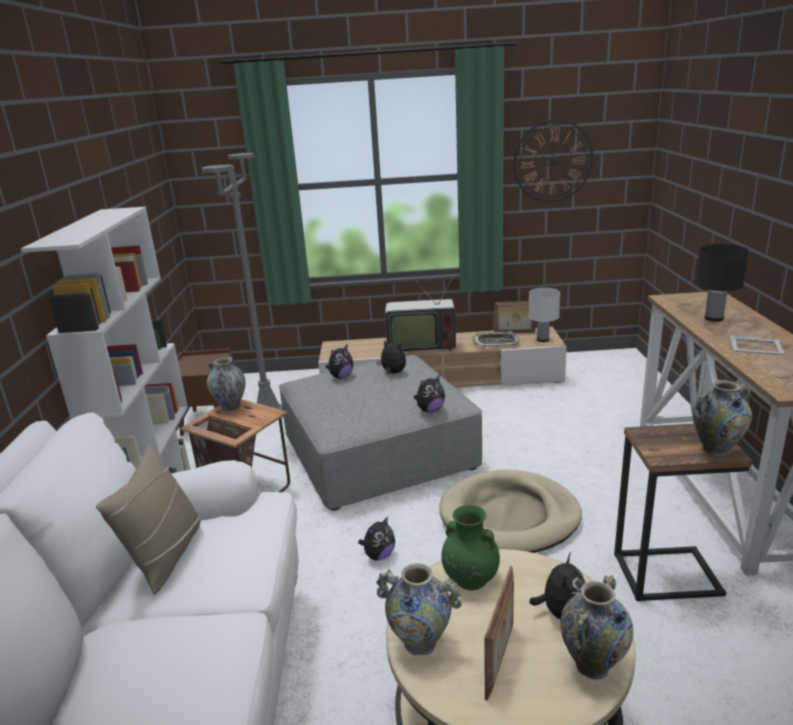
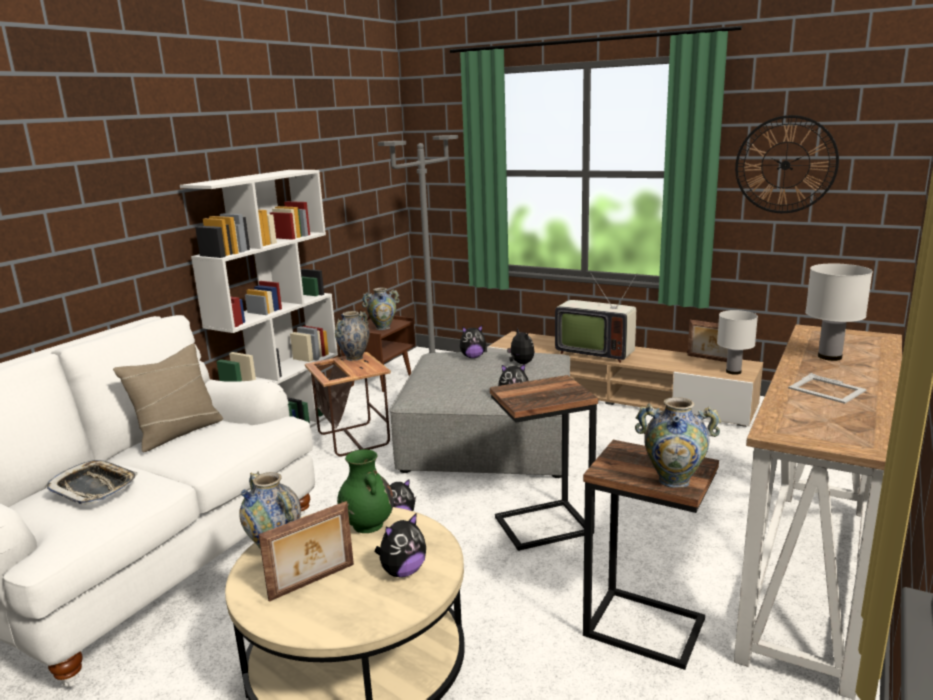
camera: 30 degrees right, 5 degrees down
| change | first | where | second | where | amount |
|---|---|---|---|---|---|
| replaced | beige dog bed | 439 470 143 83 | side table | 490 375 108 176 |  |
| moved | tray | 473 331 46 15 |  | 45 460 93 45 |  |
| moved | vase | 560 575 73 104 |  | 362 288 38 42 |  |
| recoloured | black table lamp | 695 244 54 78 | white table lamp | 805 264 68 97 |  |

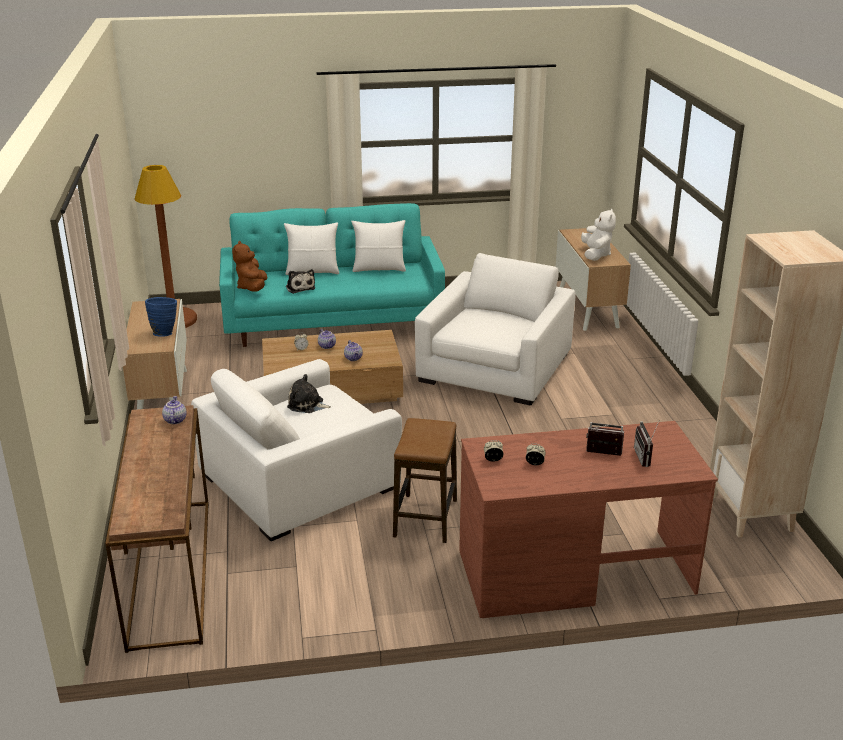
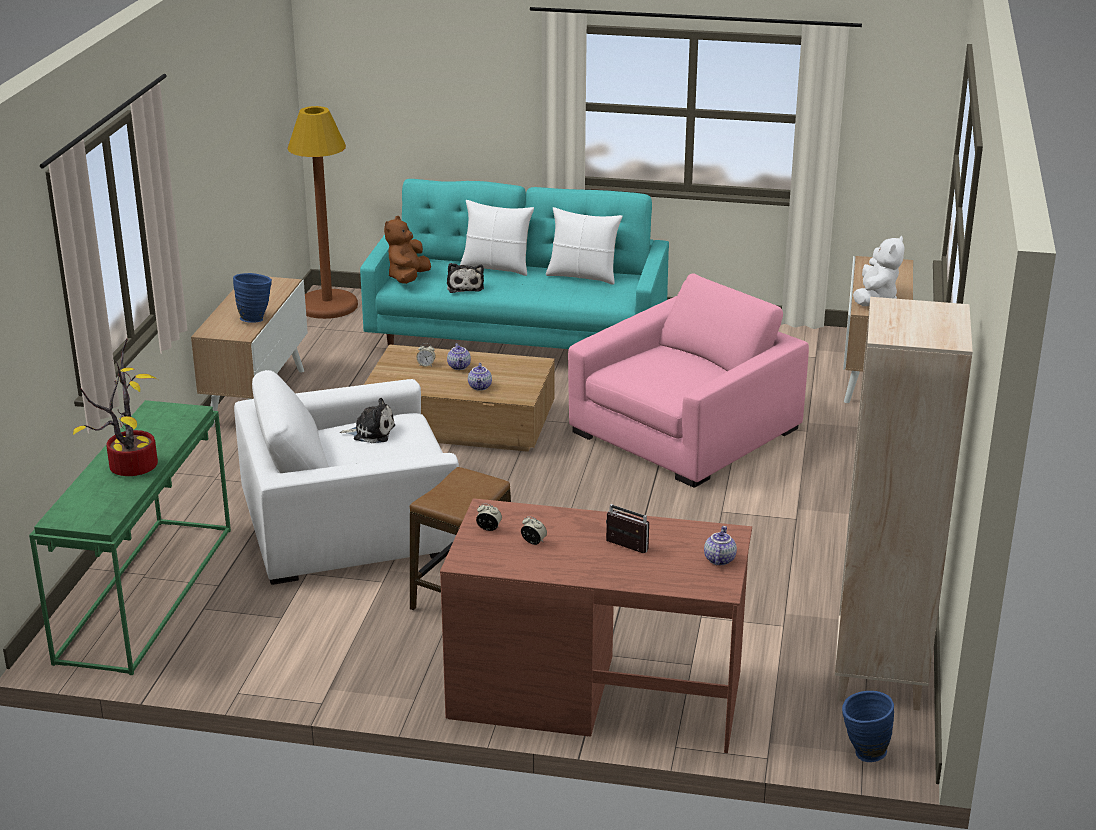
camera: 20 degrees right, 0 degrees up
| change | first | where | second | where | amount |
|---|---|---|---|---|---|
| recoloured | brown console table | 105 405 104 248 | green console table | 29 400 202 275 |  |
| moved | teapot | 162 396 25 28 |  | 704 526 33 39 |  |
| turned | plush toy | 287 374 45 39 |  | 340 398 55 45 | 150 degrees clockwise |
| recoloured | white armchair | 415 253 161 152 | pink armchair | 568 273 241 215 |  |
| removed | radio | 634 421 25 46 |  |  |  |
| added |  |  | potted plant | 73 339 85 137 |  |
| added |  |  | blue vase | 842 691 52 71 |  |

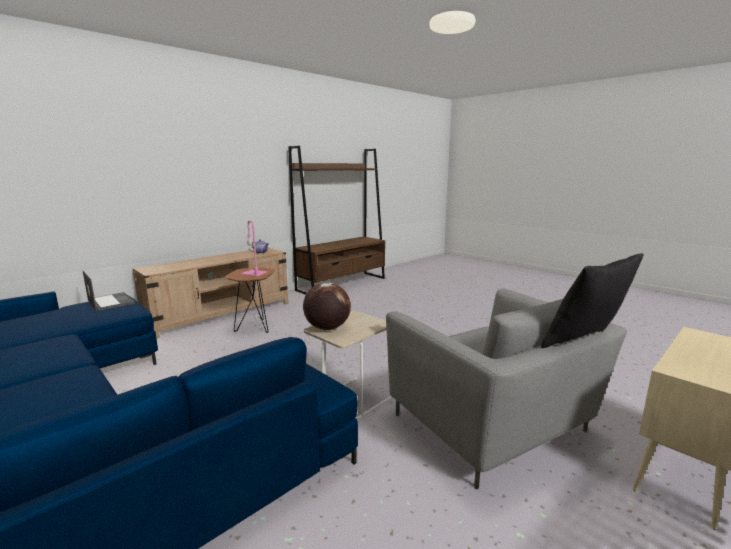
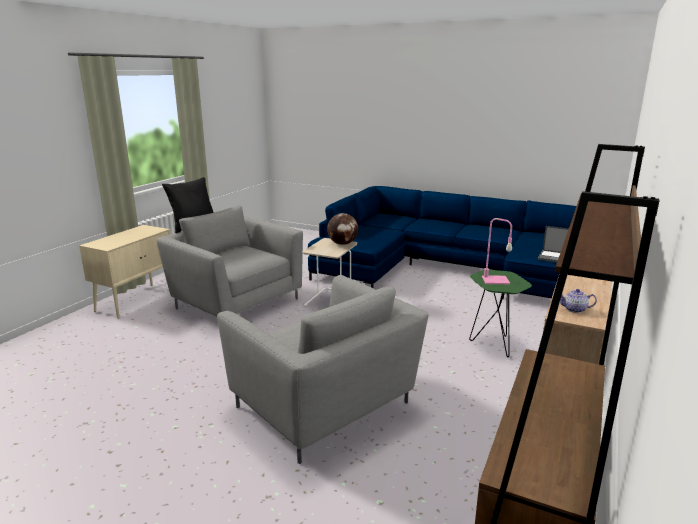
camera: 160 degrees right, 5 degrees up
| change | first | where | second | where | amount |
|---|---|---|---|---|---|
| recoloured | brown side table | 225 267 50 66 | green side table | 469 270 63 88 |  |
| added |  |  | grey armchair | 217 275 212 189 |  |

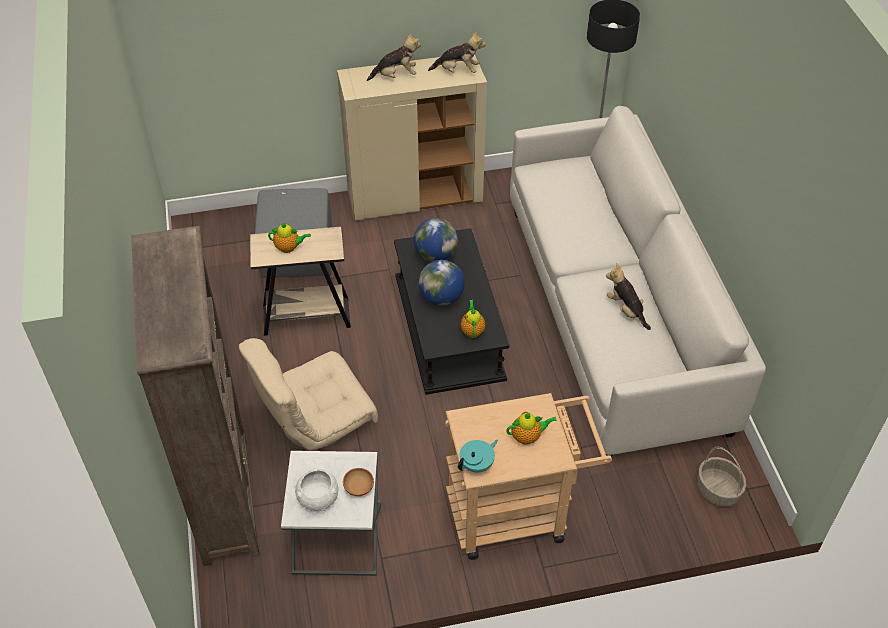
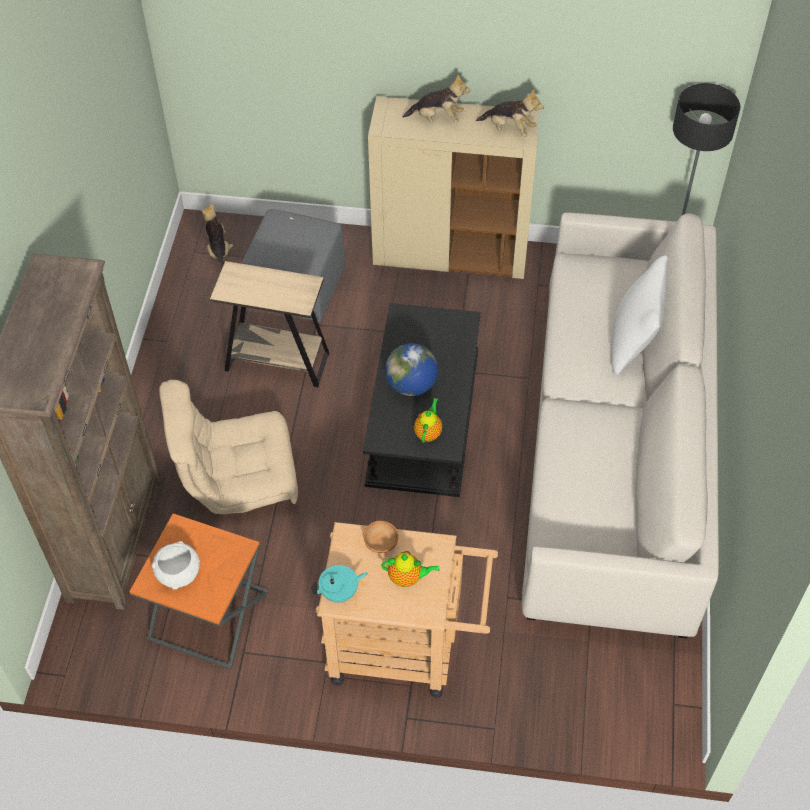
camera: 20 degrees right, 5 degrees up
| change | first | where | second | where | amount |
|---|---|---|---|---|---|
| removed | teapot | 268 223 43 30 |  |  |  |
| recoloured | white side table | 281 451 100 125 | orange side table | 129 513 140 156 |  |
| moved | brown bowl | 343 468 31 28 |  | 363 521 35 32 |  |
| removed | globe | 414 218 44 44 |  |  |  |
| moved | plush toy | 606 263 45 67 |  | 202 203 31 65 |  |
| removed | basket | 697 446 49 61 |  |  |  |
| added |  |  | white pillow | 612 255 56 120 |  |

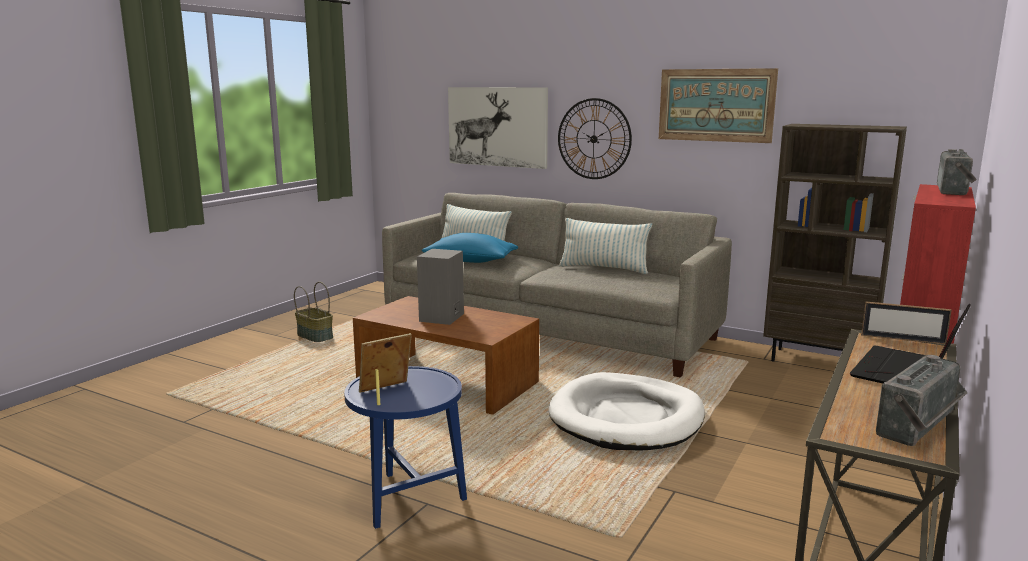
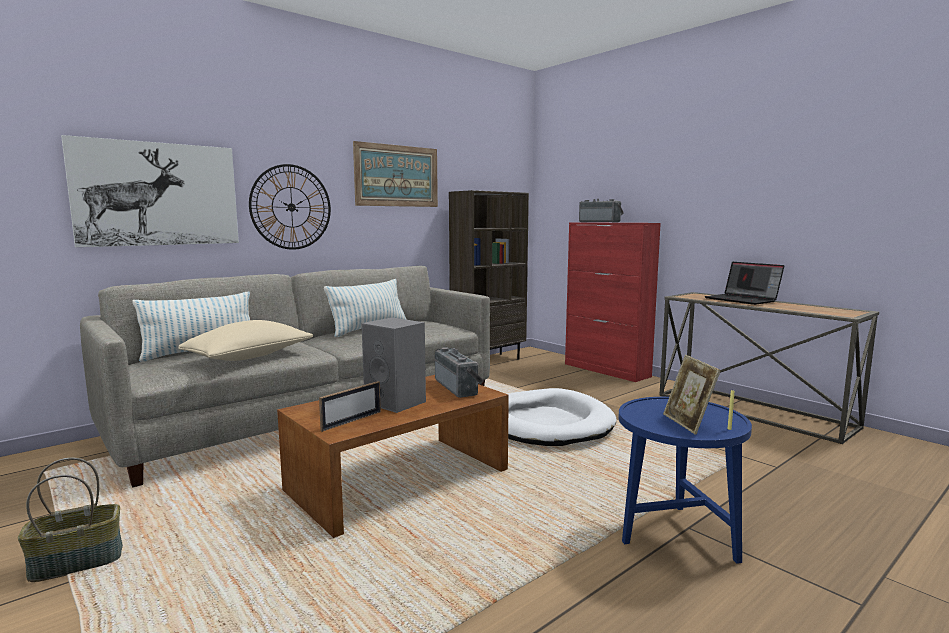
camera: 70 degrees left, 5 degrees down
| change | first | where | second | where | amount |
|---|---|---|---|---|---|
| recoloured | blue pillow | 422 233 96 30 | beige pillow | 178 320 135 41 |  |
| moved | picture frame | 861 301 91 43 |  | 319 381 62 51 |  |
| moved | radio | 876 355 91 91 |  | 435 347 49 51 |  |

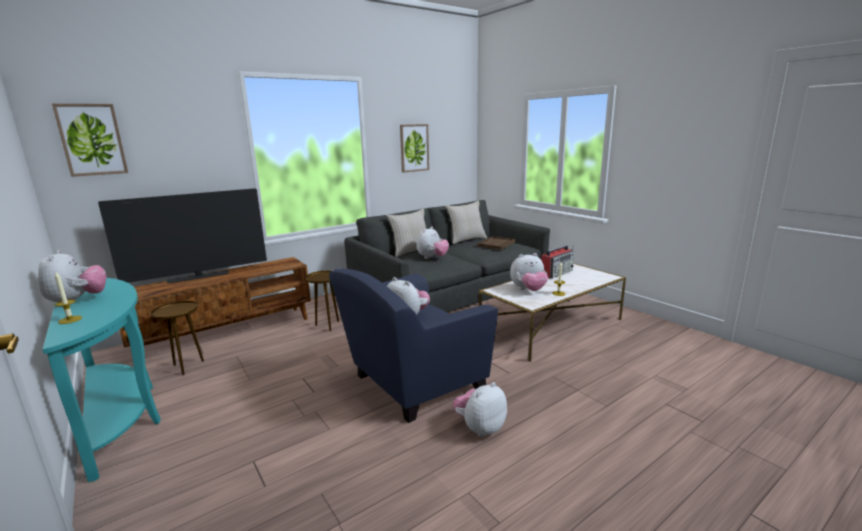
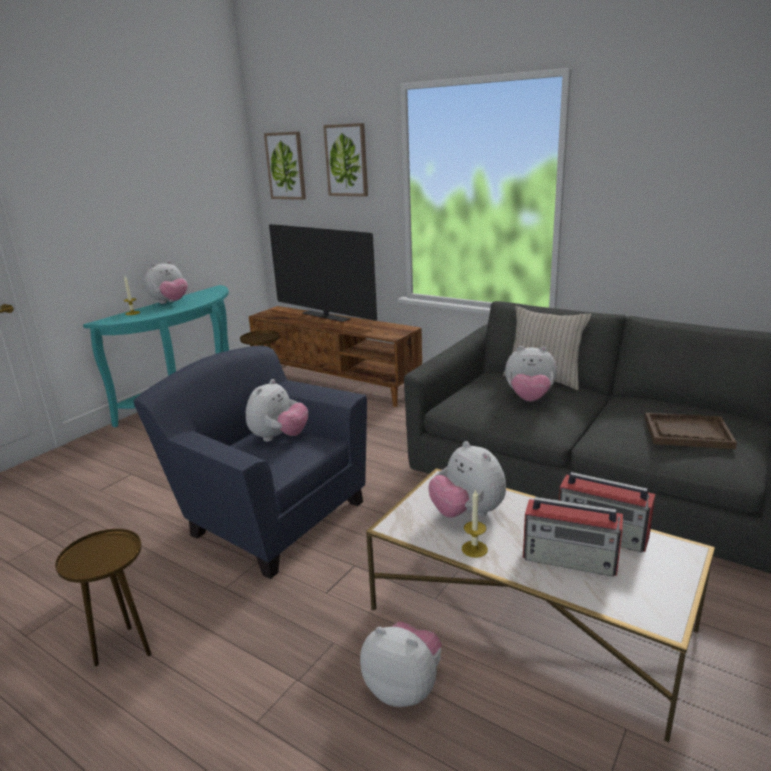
camera: 70 degrees right, 5 degrees up
| change | first | where | second | where | amount |
|---|---|---|---|---|---|
| moved | brown side table | 305 270 34 61 |  | 55 529 96 137 |  |
| moved | picture | 400 124 29 49 |  | 323 123 45 74 |  |
| removed | beige pillow | 445 201 42 43 |  |  |  |
| moved | plush toy | 453 382 54 55 |  | 360 622 82 85 |  |
| added |  |  | radio | 523 497 100 80 |  |

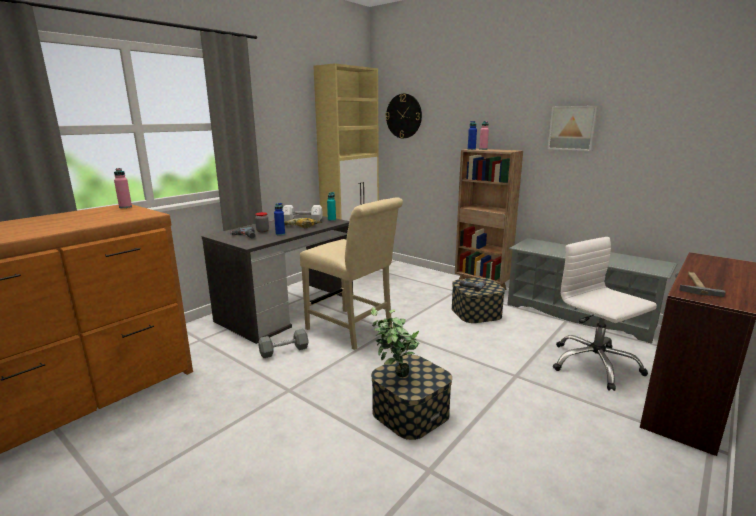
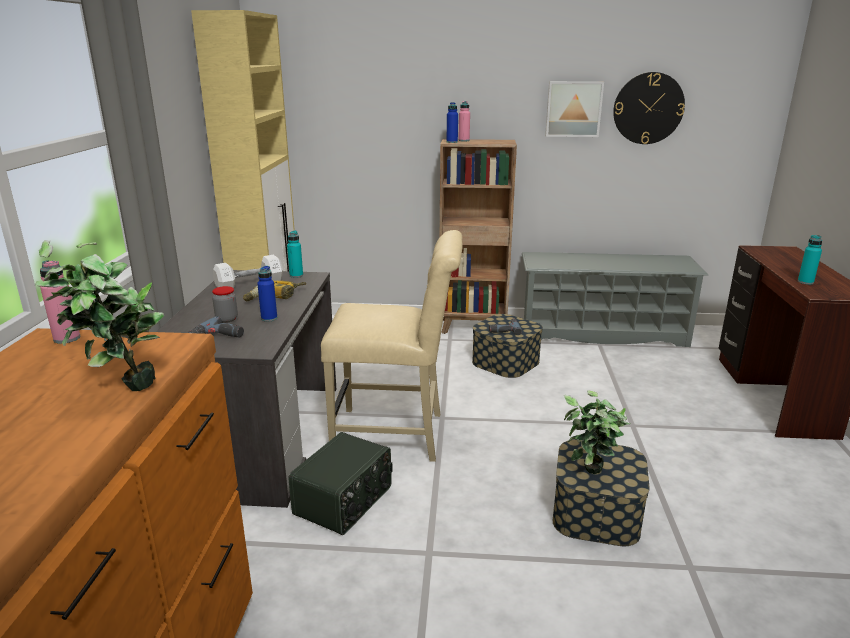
camera: 35 degrees left, 5 degrees up
| change | first | where | second | where | amount |
|---|---|---|---|---|---|
| replaced | grey dumbbell | 258 329 51 29 | radio | 289 432 104 103 |  |
| moved | wall clock | 386 94 36 44 |  | 613 72 72 72 |  |
| removed | white office chair | 553 237 104 154 |  |  |  |
| replaced | hammer | 679 272 47 25 | turquoise bottle | 798 235 24 50 |  |
| added |  |  | potted plant | 35 240 129 151 |  |

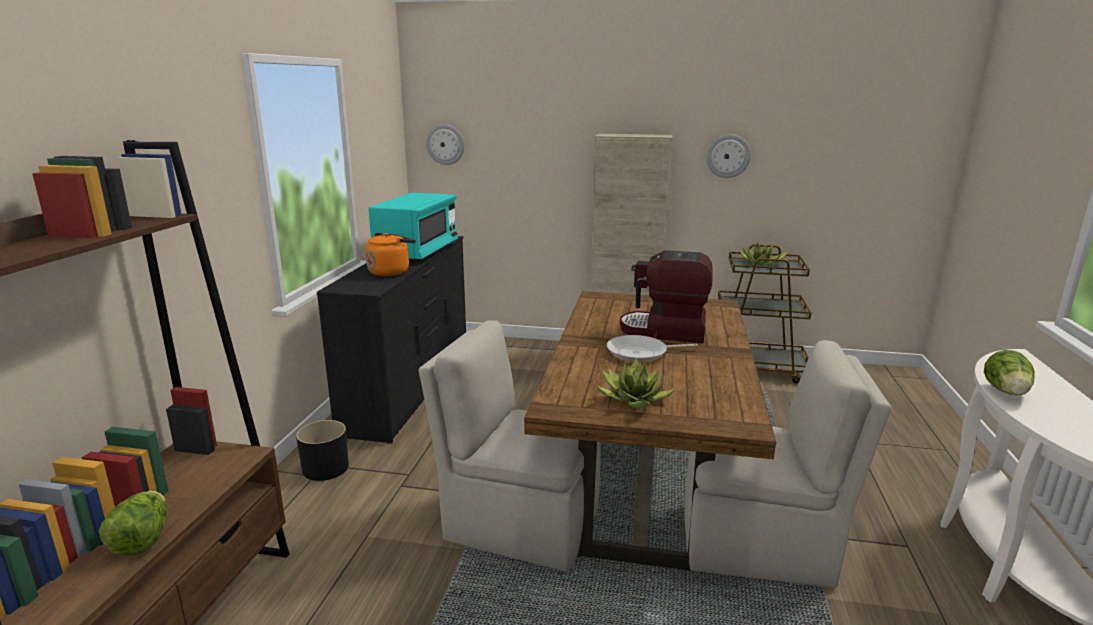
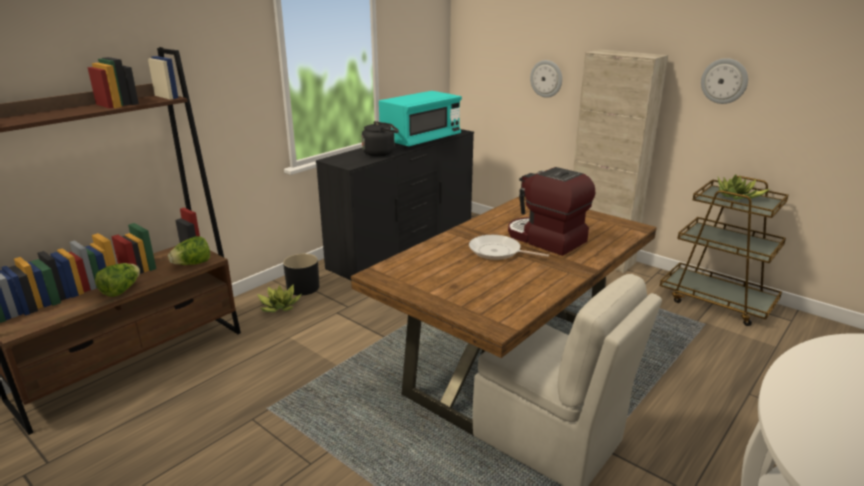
camera: 30 degrees right, 5 degrees up
| change | first | where | second | where | amount |
|---|---|---|---|---|---|
| recoloured | orange kettle | 365 233 51 43 | black kettle | 362 121 37 36 |  |
| removed | beige chair | 419 320 182 252 |  |  |  |
| moved | wall clock | 426 124 38 41 |  | 530 60 32 38 |  |
| moved | potted plant | 597 357 78 52 |  | 257 284 44 28 |  |
| moved | lettuce | 984 350 51 45 |  | 168 236 42 29 |  |

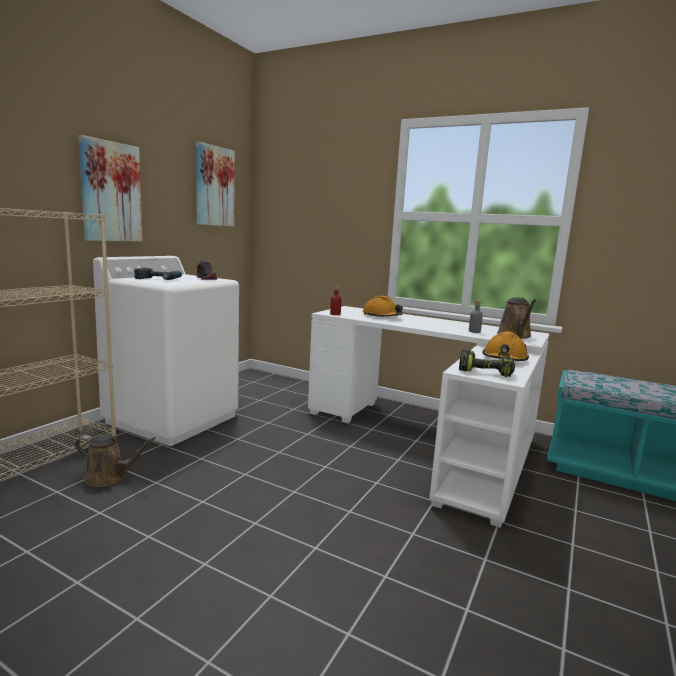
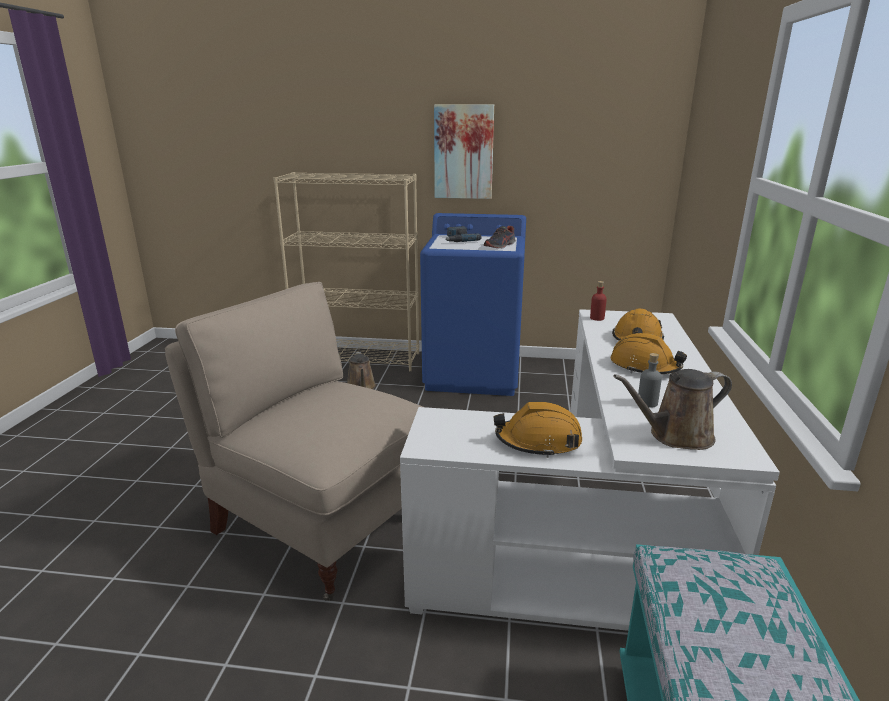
camera: 70 degrees right, 10 degrees up
| change | first | where | second | where | amount |
|---|---|---|---|---|---|
| recoloured | white washing machine | 93 256 146 190 | blue washing machine | 420 213 106 183 |  |
| removed | picture | 196 142 39 84 |  |  |  |
| removed | power drill | 459 349 56 28 |  |  |  |
| added |  |  | beige chair | 165 282 258 319 |  |
| added |  |  | orange hard hat | 611 333 76 41 |  |

